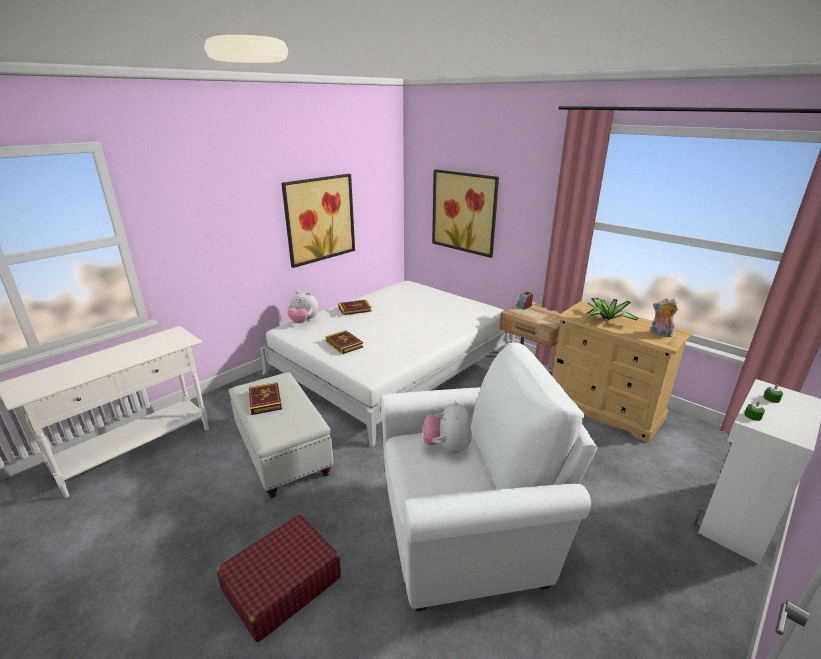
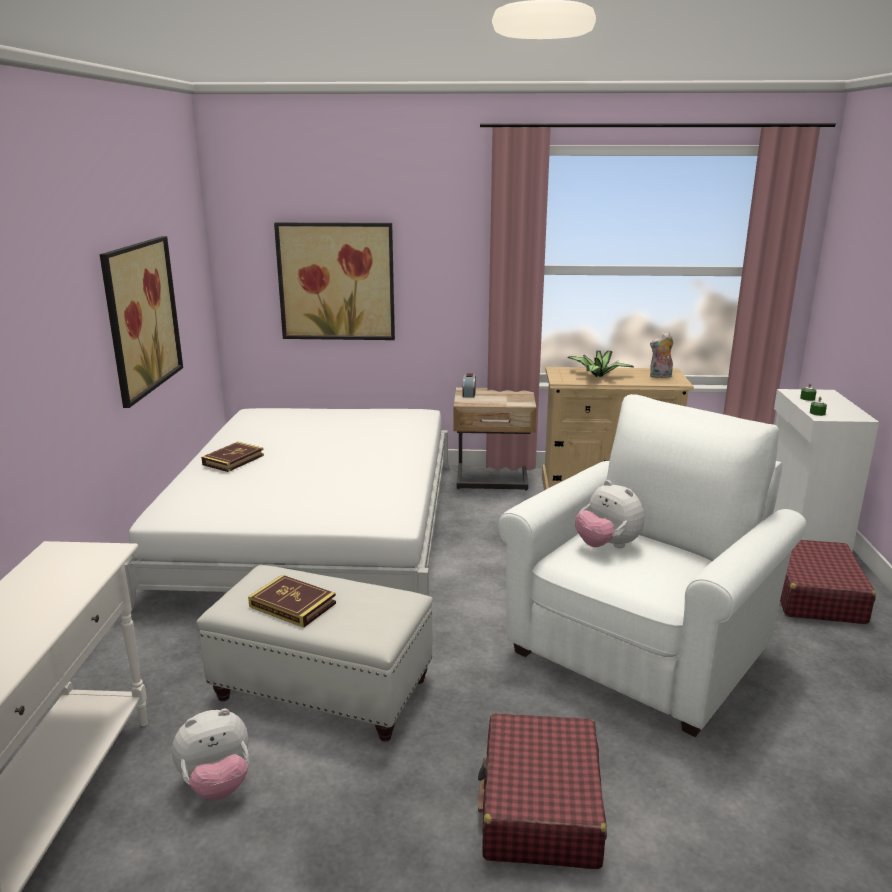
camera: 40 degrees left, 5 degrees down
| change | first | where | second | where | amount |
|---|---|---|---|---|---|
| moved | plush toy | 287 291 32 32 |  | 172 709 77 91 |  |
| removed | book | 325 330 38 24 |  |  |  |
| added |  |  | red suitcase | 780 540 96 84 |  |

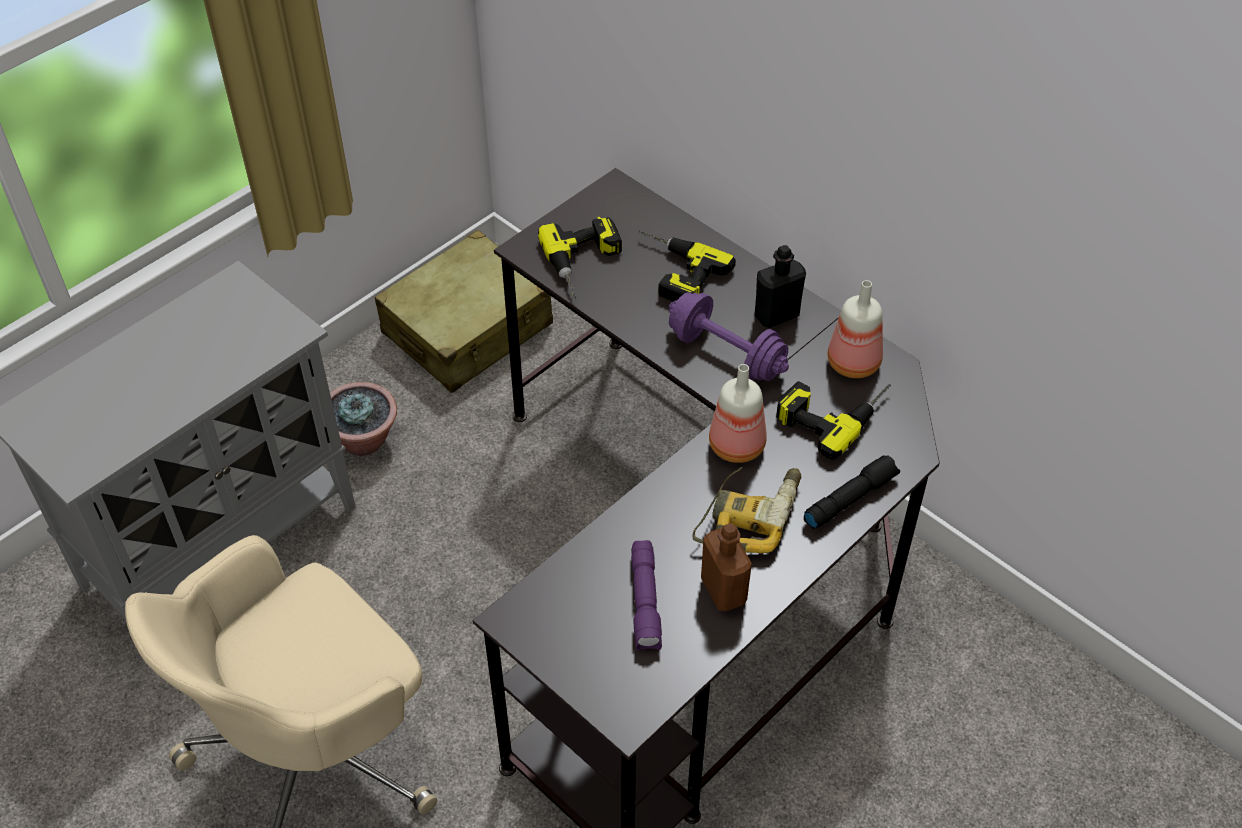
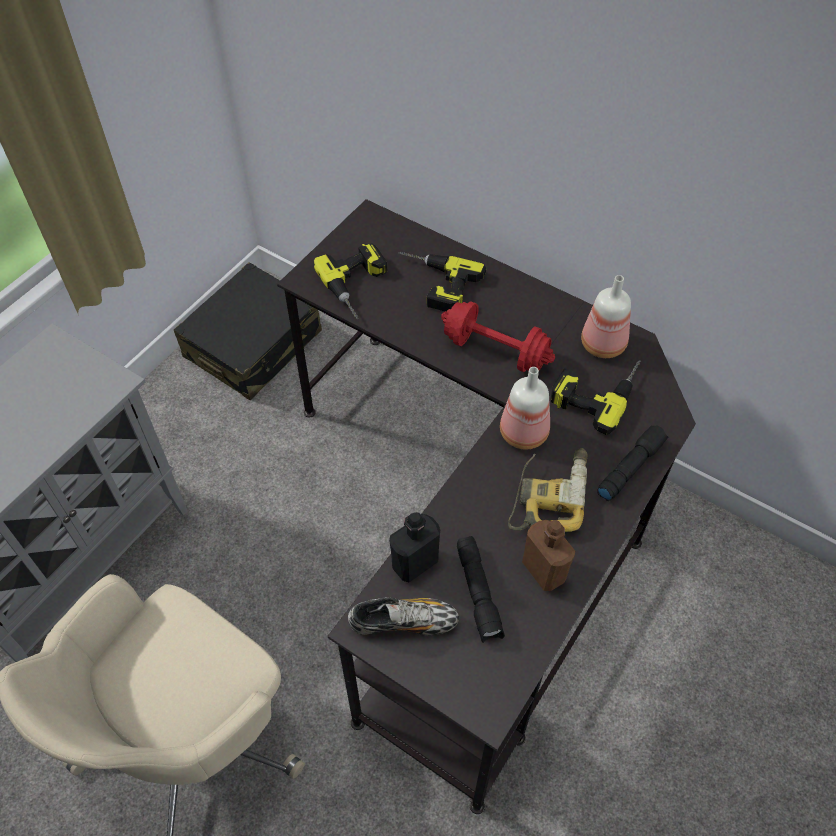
camera: 10 degrees left, 5 degrees up
| change | first | where | second | where | amount |
|---|---|---|---|---|---|
| removed | potted plant | 330 382 67 74 |  |  |  |
| recoloured | beige suitcase | 375 230 178 163 | black suitcase | 174 263 148 137 |  |
| recoloured | purple flashlight | 631 540 31 111 | black flashlight | 457 536 48 107 |  |
| recoloured | purple dumbbell | 669 292 120 89 | red dumbbell | 441 301 114 71 |  |
| moved | black bottle | 755 245 51 83 |  | 389 512 51 70 |  |
| added |  |  | shoe | 348 597 111 38 |  |

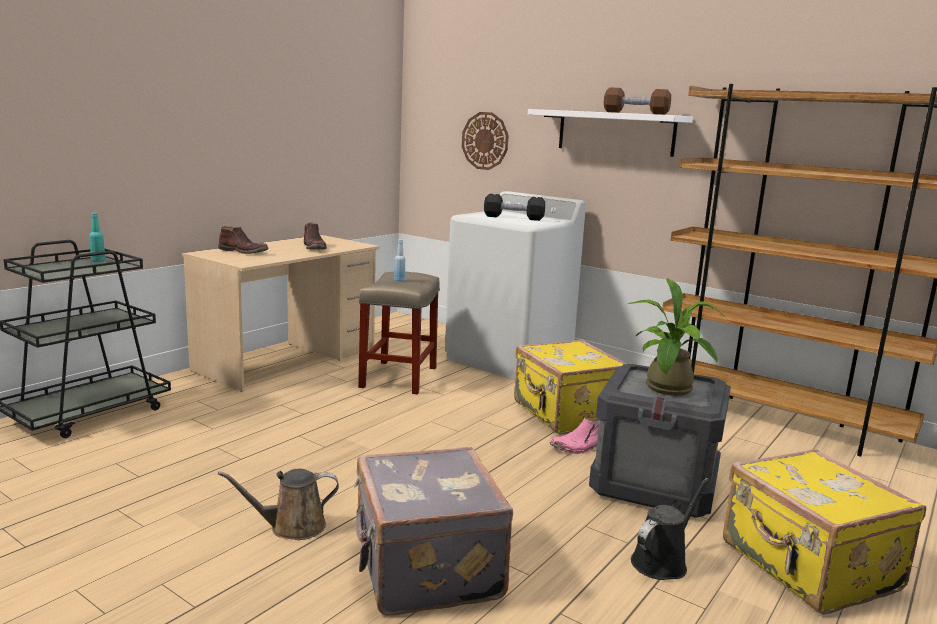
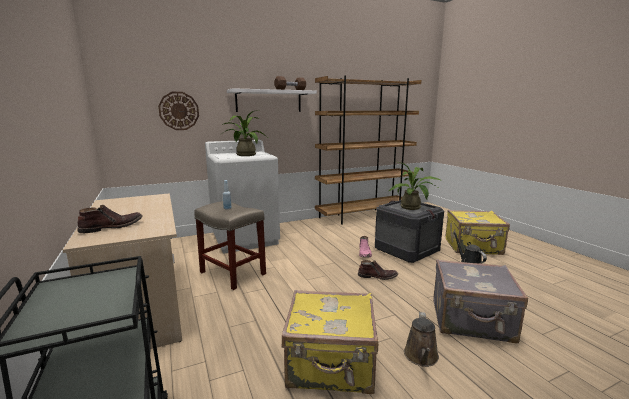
camera: 60 degrees left, 0 degrees up
| change | first | where | second | where | amount |
|---|---|---|---|---|---|
| removed | turquoise bottle | 89 213 16 49 |  |  |  |
| moved | brown boot | 304 223 23 27 |  | 358 260 40 20 |  |
| replaced | black dumbbell | 484 194 61 27 | potted plant | 221 110 47 46 |  |
| moved | yellow suitcase | 514 340 113 94 |  | 282 290 96 104 |  |

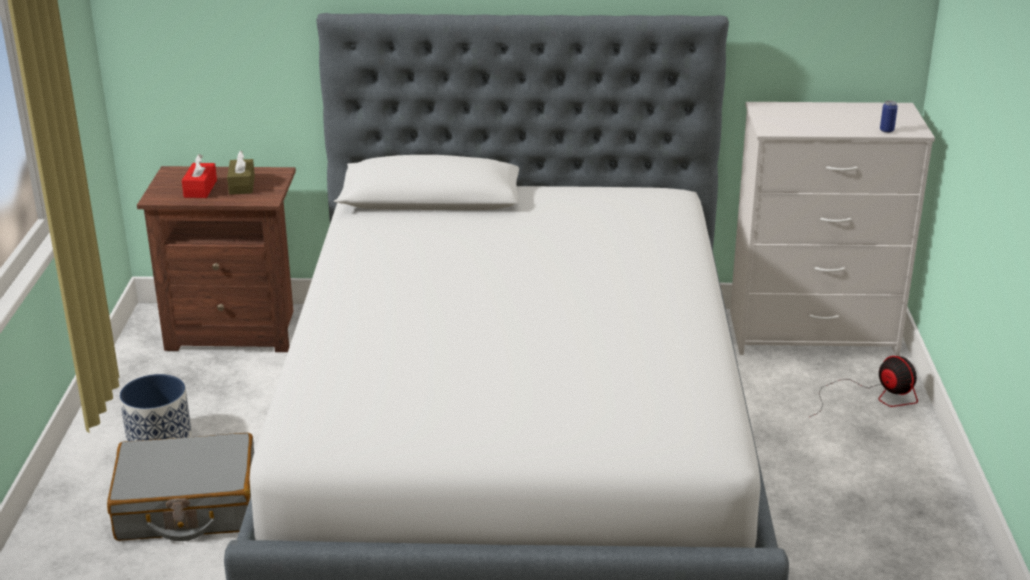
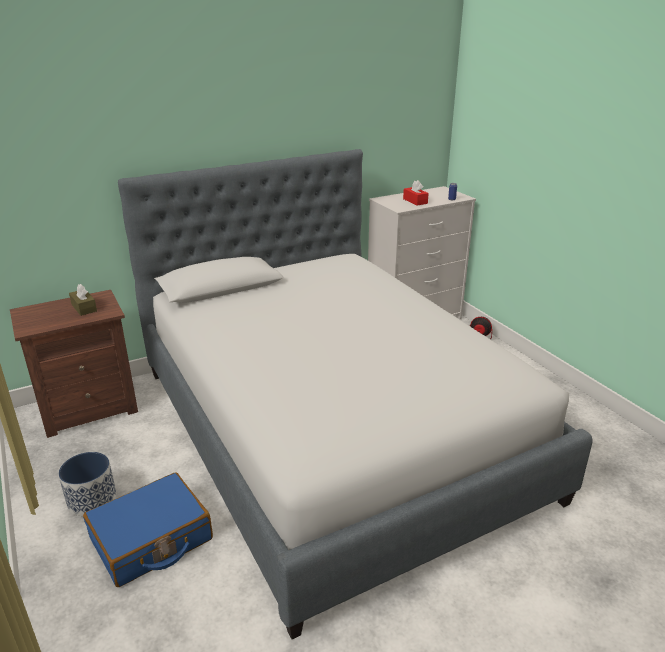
camera: 30 degrees left, 0 degrees up
| change | first | where | second | where | amount |
|---|---|---|---|---|---|
| recoloured | grey suitcase | 107 433 147 108 | blue suitcase | 83 472 130 115 |  |
| moved | red tissue box | 182 154 35 44 |  | 403 180 26 26 |  |

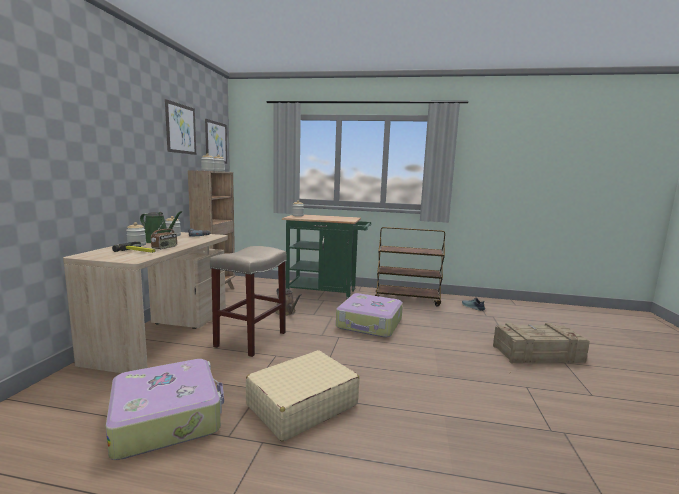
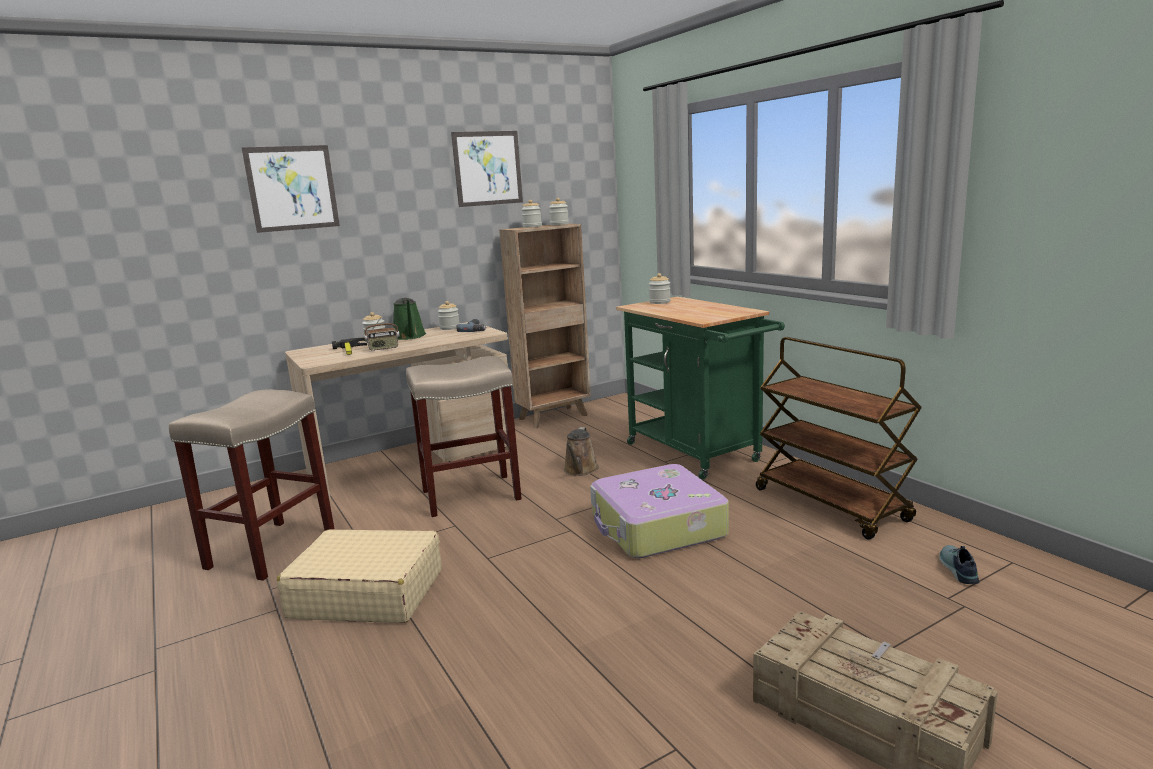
camera: 50 degrees right, 5 degrees up
| change | first | where | second | where | amount |
|---|---|---|---|---|---|
| replaced | suitcase | 106 359 118 101 | beige stool | 169 389 166 192 |  |
| moved | picture | 205 119 22 45 |  | 242 145 98 88 |  |

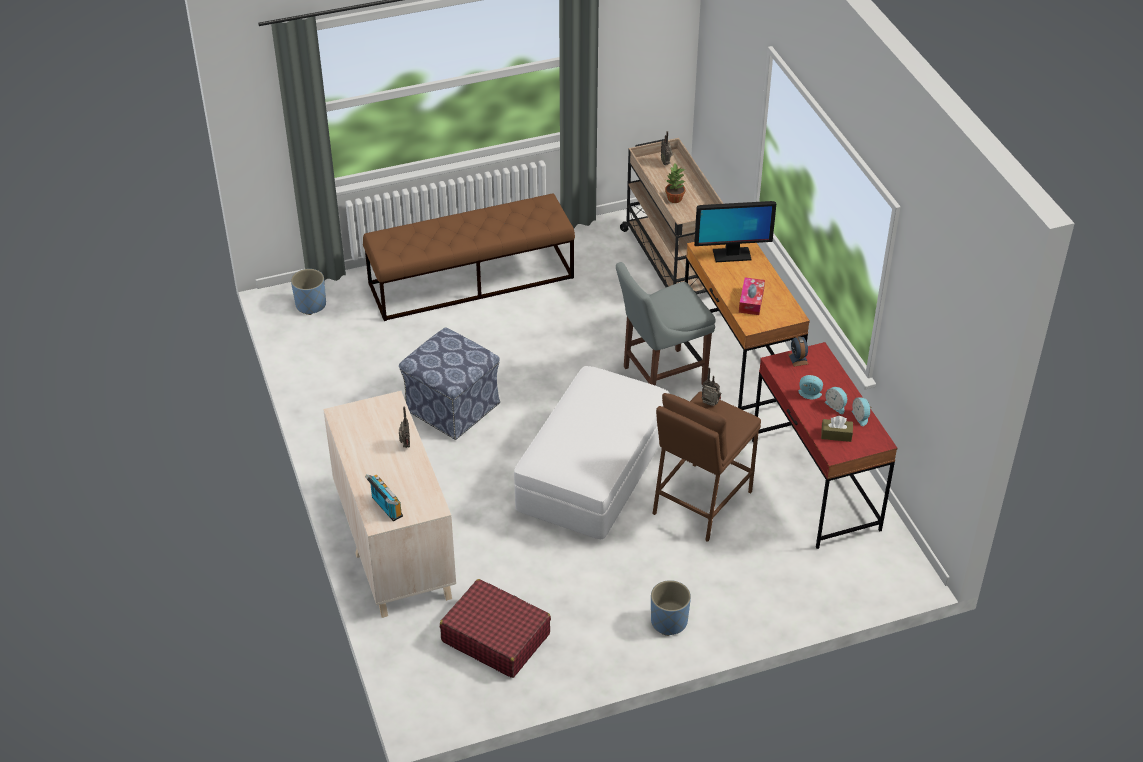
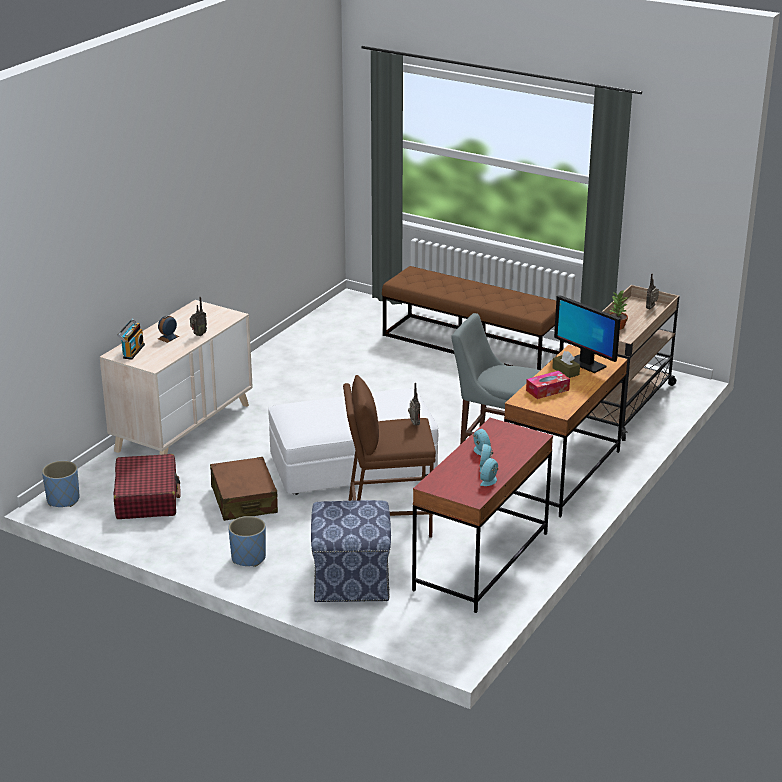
camera: 50 degrees right, 15 degrees down
| change | first | where | second | where | amount |
|---|---|---|---|---|---|
| moved | blue planter | 291 269 35 46 |  | 42 461 37 46 |  |
| moved | ottoman | 399 328 101 112 |  | 311 500 80 102 |  |
| moved | alarm clock | 788 336 20 31 |  | 158 315 21 28 |  |
| moved | brown tissue box | 821 416 32 26 |  | 552 351 28 27 |  |
| added |  |  | brown suitcase | 210 457 68 64 |  |

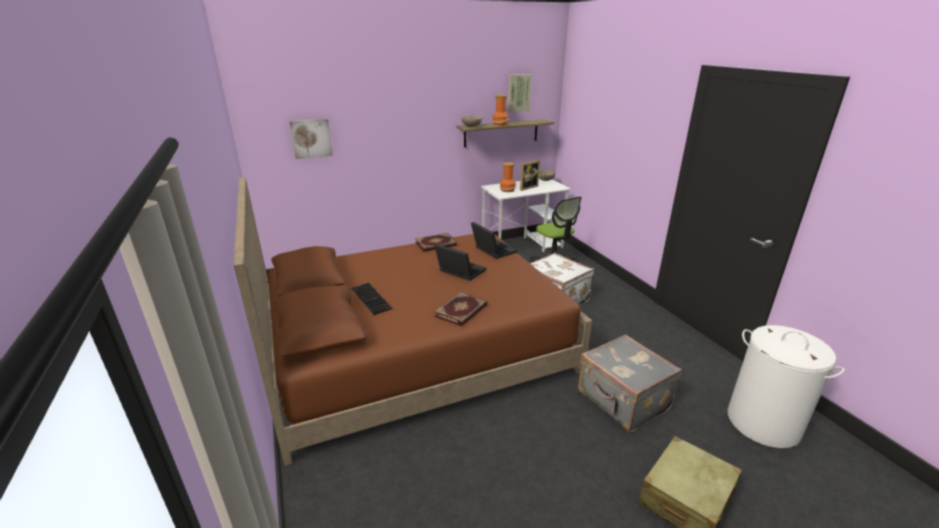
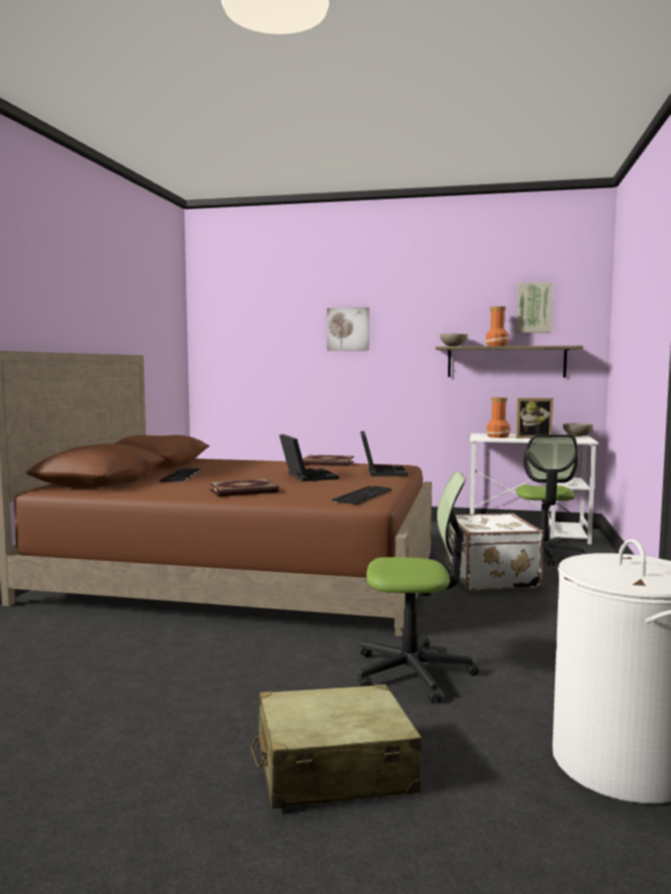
camera: 35 degrees right, 20 degrees down
| change | first | where | second | where | amount |
|---|---|---|---|---|---|
| moved | picture | 289 119 44 40 |  | 327 307 42 44 |  |
| replaced | grey suitcase | 578 334 104 99 | office chair | 358 471 121 232 |  |
| added |  |  | keyboard | 332 486 60 19 |  |

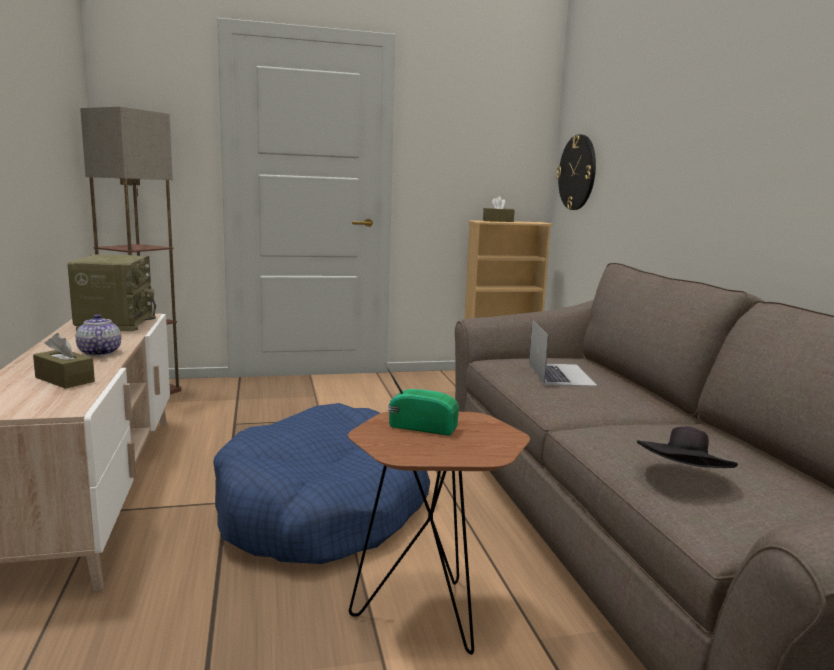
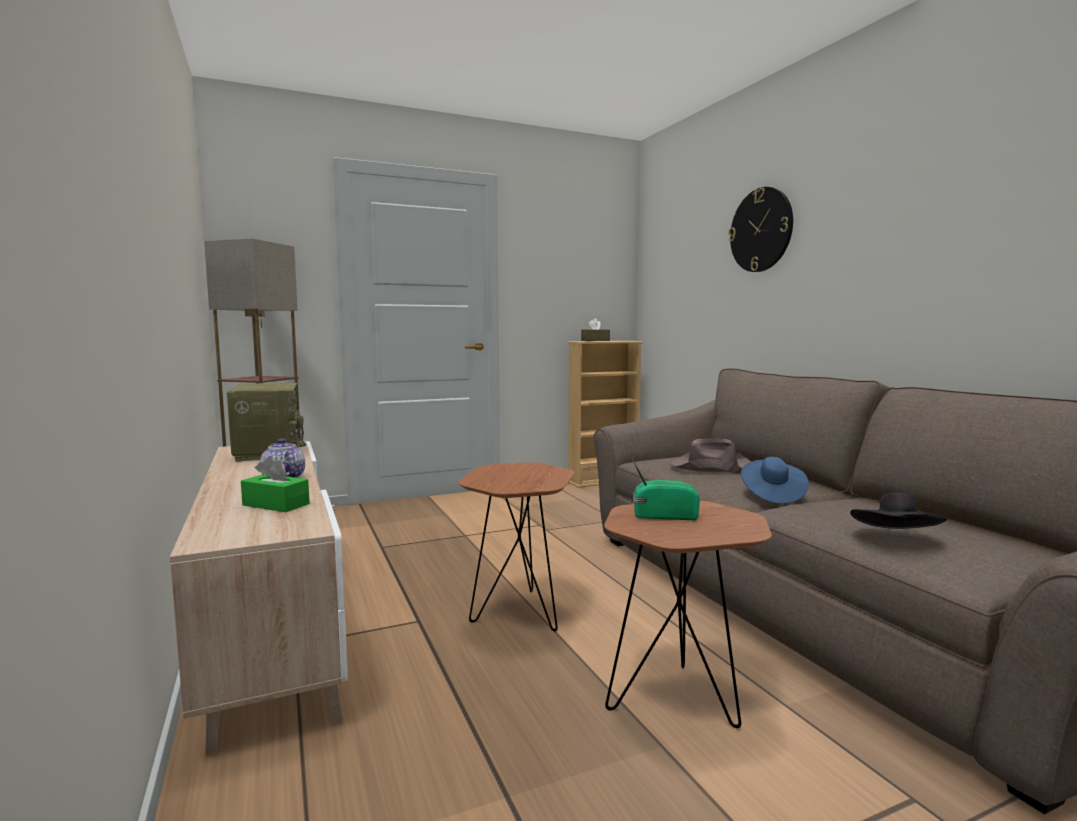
camera: 10 degrees left, 5 degrees down
| change | first | where | second | where | amount |
|---|---|---|---|---|---|
| recoloured | brown tissue box | 33 333 62 56 | green tissue box | 241 456 69 56 |  |
| replaced | blue dog bed | 213 403 217 161 | brown side table | 458 462 117 169 |  |
| replaced | laptop | 529 319 68 67 | brown hat | 670 438 81 36 |  |
| moved | wall clock | 556 134 40 76 |  | 728 187 65 85 |  |
| added |  |  | blue hat | 741 457 68 47 |  |

